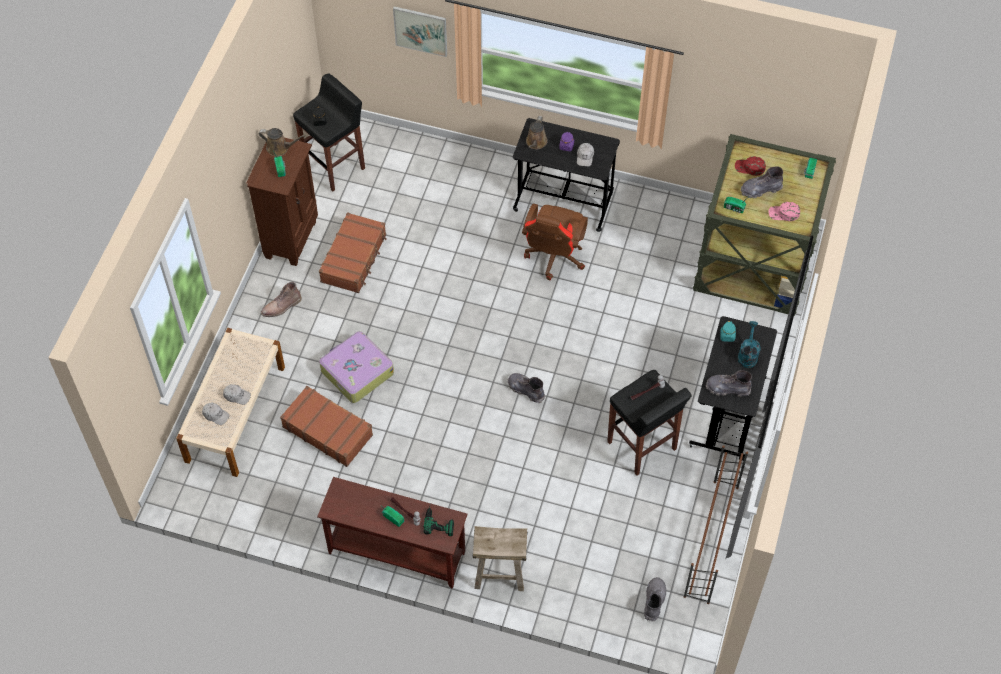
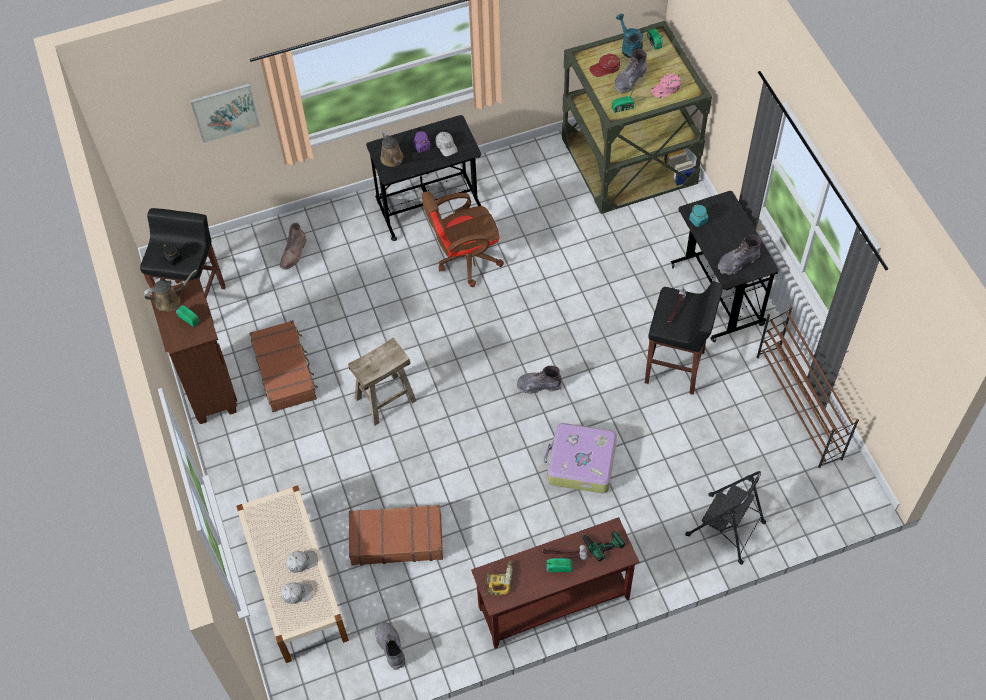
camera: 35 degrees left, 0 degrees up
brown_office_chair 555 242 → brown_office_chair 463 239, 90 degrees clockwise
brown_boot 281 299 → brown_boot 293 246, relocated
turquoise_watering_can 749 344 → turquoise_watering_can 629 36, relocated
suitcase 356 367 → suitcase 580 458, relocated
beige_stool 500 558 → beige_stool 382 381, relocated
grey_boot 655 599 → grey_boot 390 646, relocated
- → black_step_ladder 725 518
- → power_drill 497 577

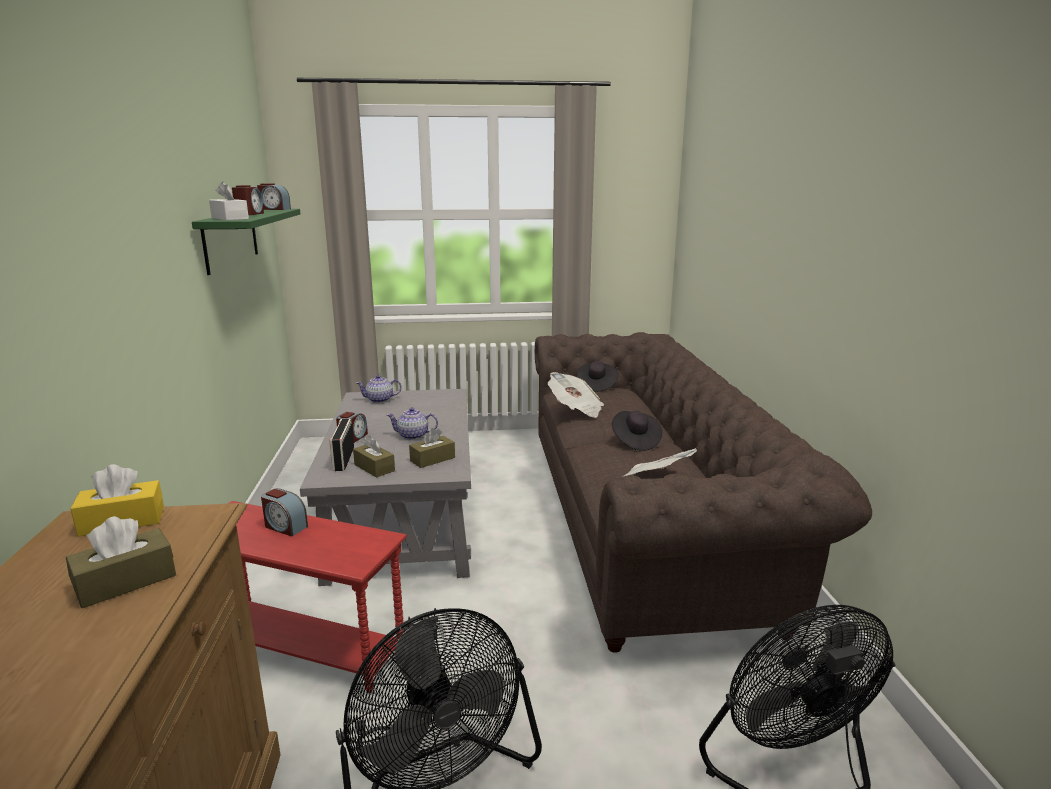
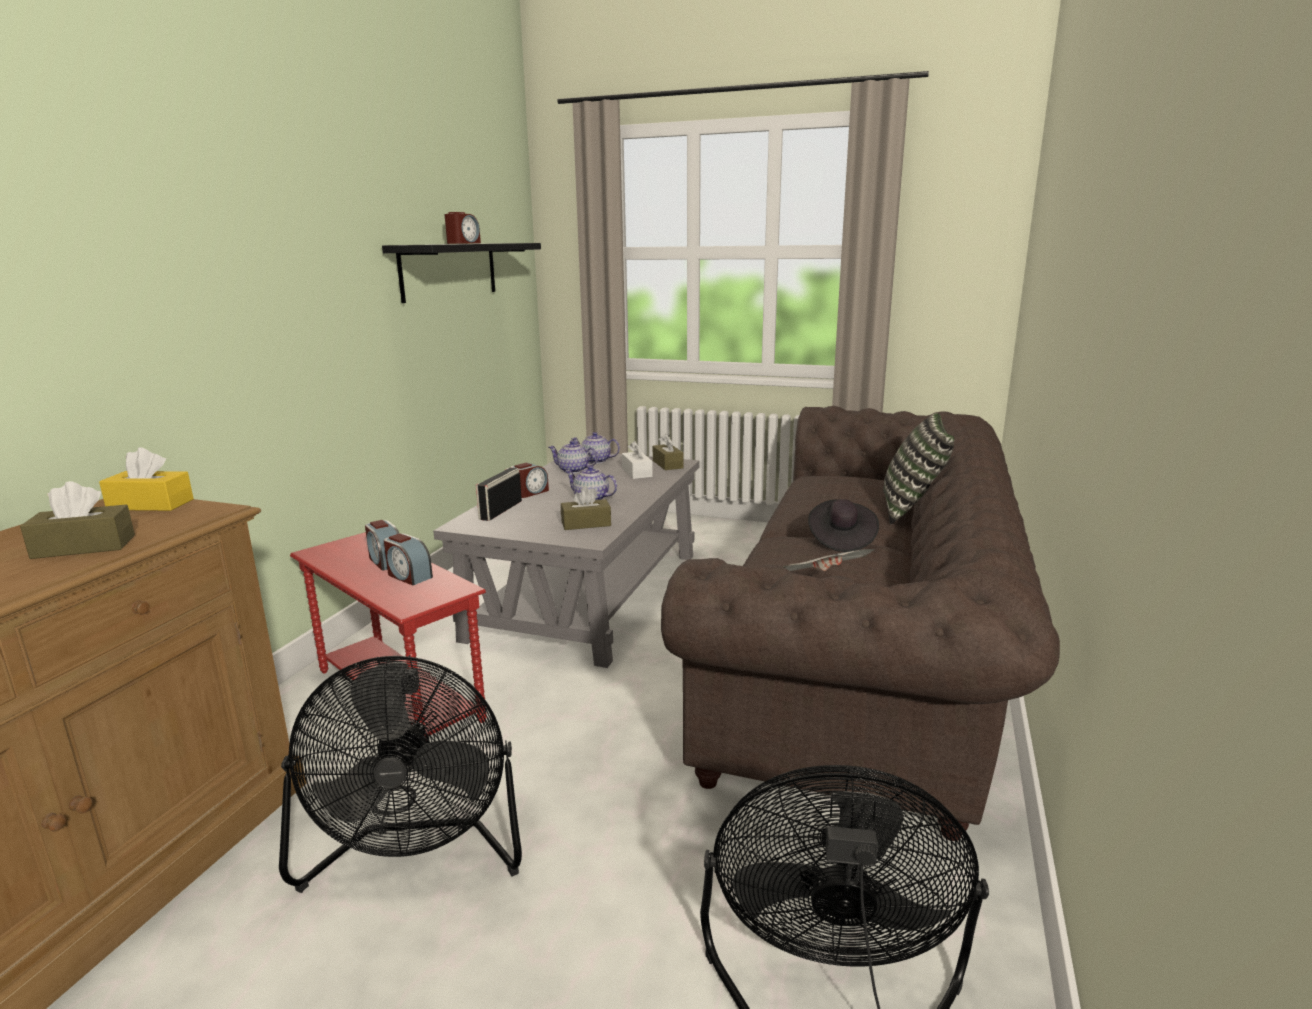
camera: 25 degrees right, 0 degrees up
white_tissue_box 229 201 → white_tissue_box 637 460, relocated
alarm_clock 274 197 → alarm_clock 408 559, relocated
green_shelf 246 242 → black_shelf 461 273
black_hat 597 376 → -
newspaper 576 395 → -
brown_tissue_box 374 456 → brown_tissue_box 668 452, relocated
- → pillow 918 468
- → teapot 573 456

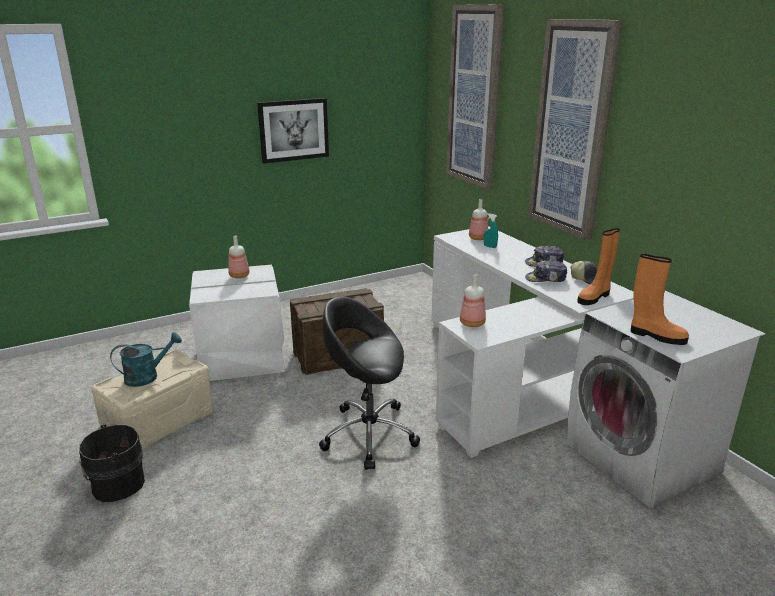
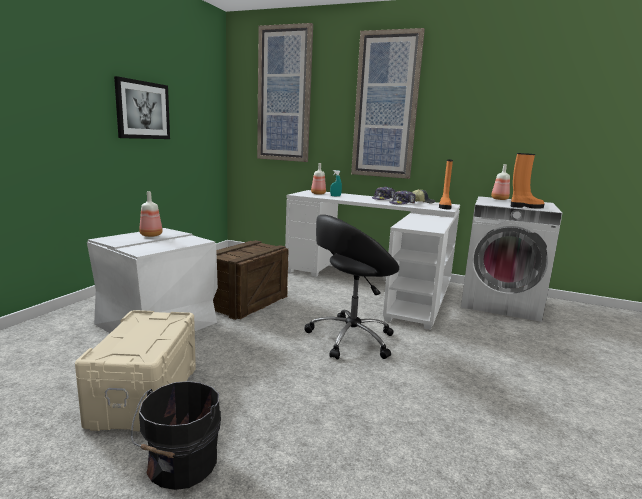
camera: 40 degrees left, 10 degrees down
bottle 473 300 → bottle 500 182, relocated
turquoise_watering_can 146 359 → -

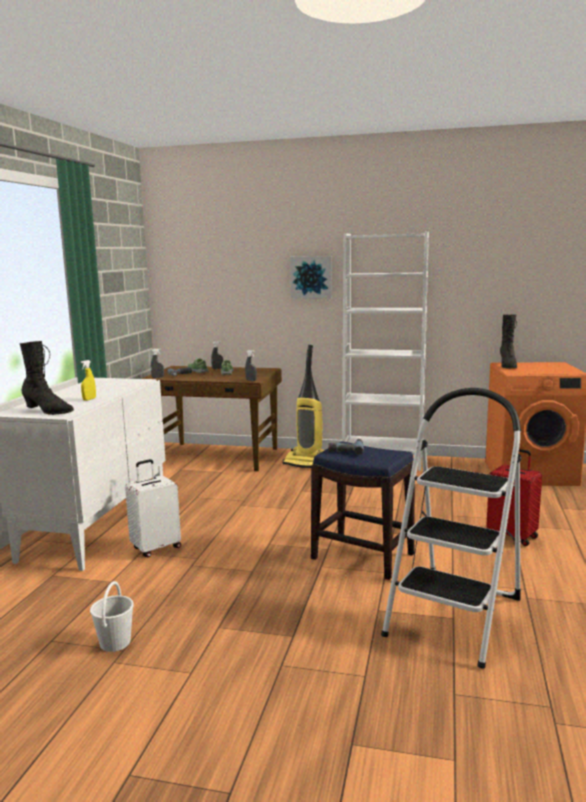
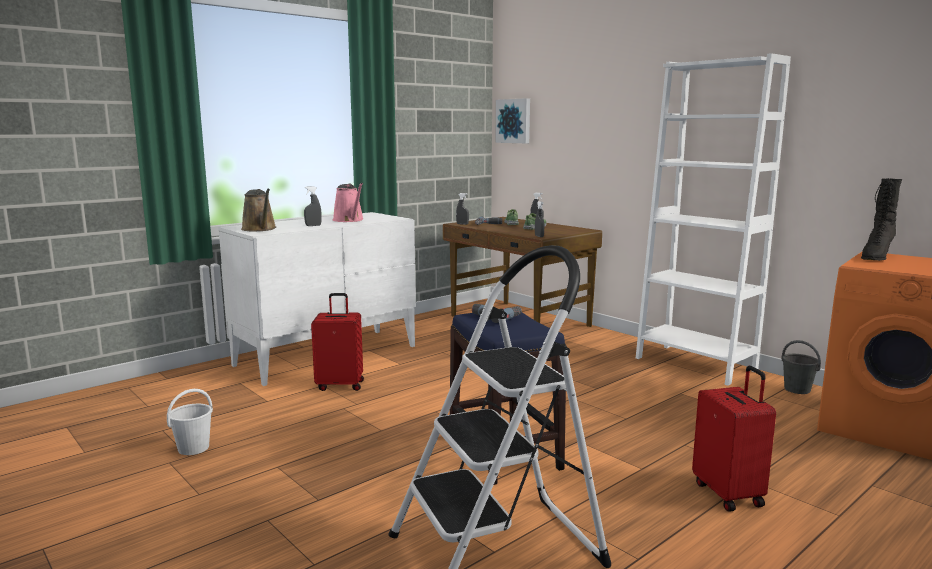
camera: 35 degrees right, 0 degrees up
picture 311 277 → picture 512 120, relocated
black_boot 47 378 → brown_watering_can 258 209
vacuum_cleaner 303 406 → -
yellow_spray_bottle 88 380 → grey_spray_bottle 313 206
white_suitcase 153 508 → red_suitcase 337 342
- → pink_watering_can 348 202
- → grey_bucket 801 367

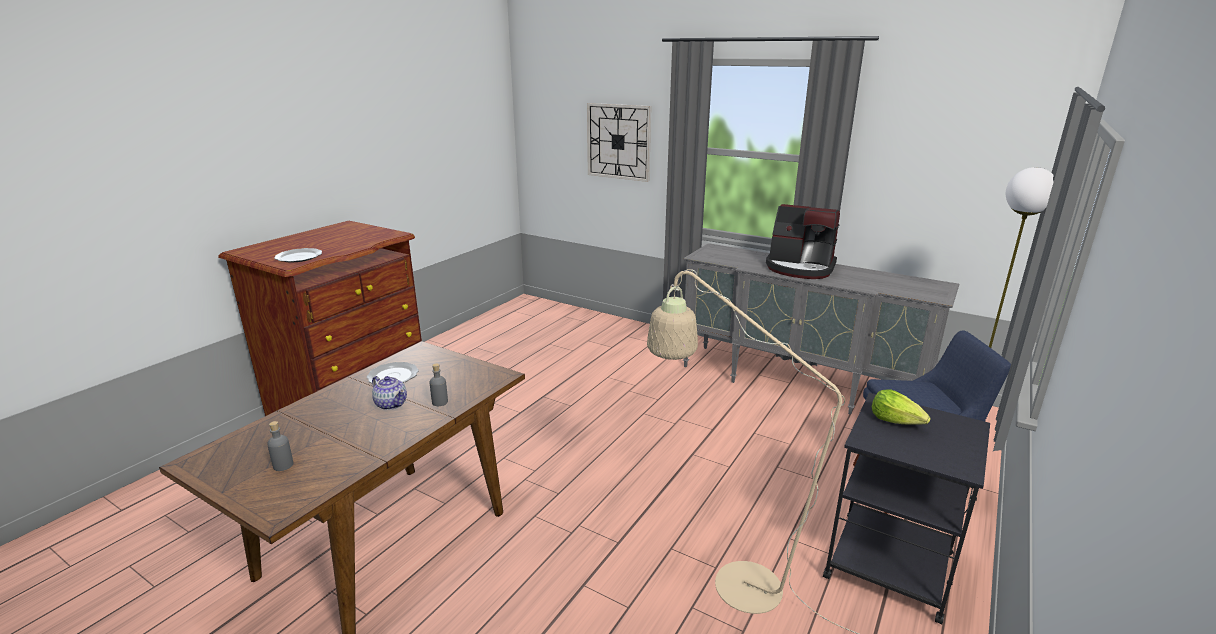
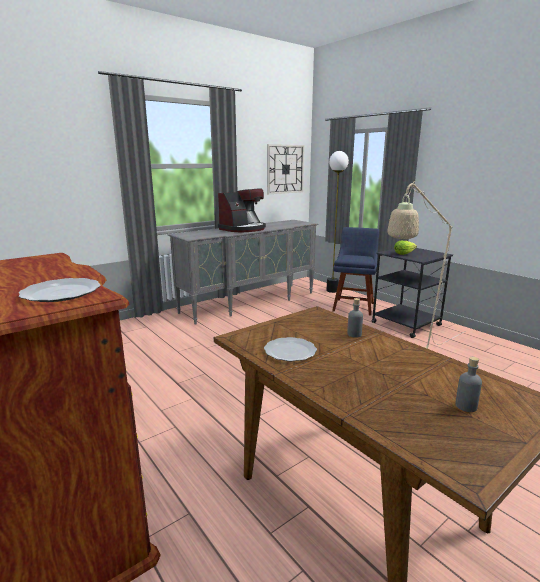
camera: 70 degrees left, 5 degrees down
wall_clock 619 142 → wall_clock 285 169, relocated
teapot 389 393 → -

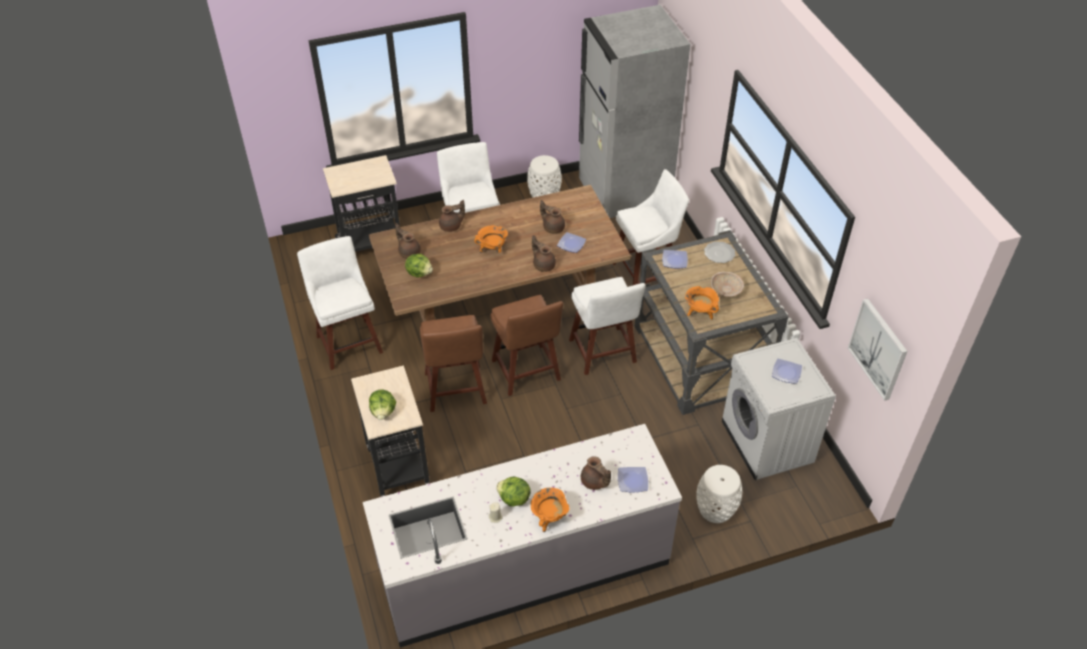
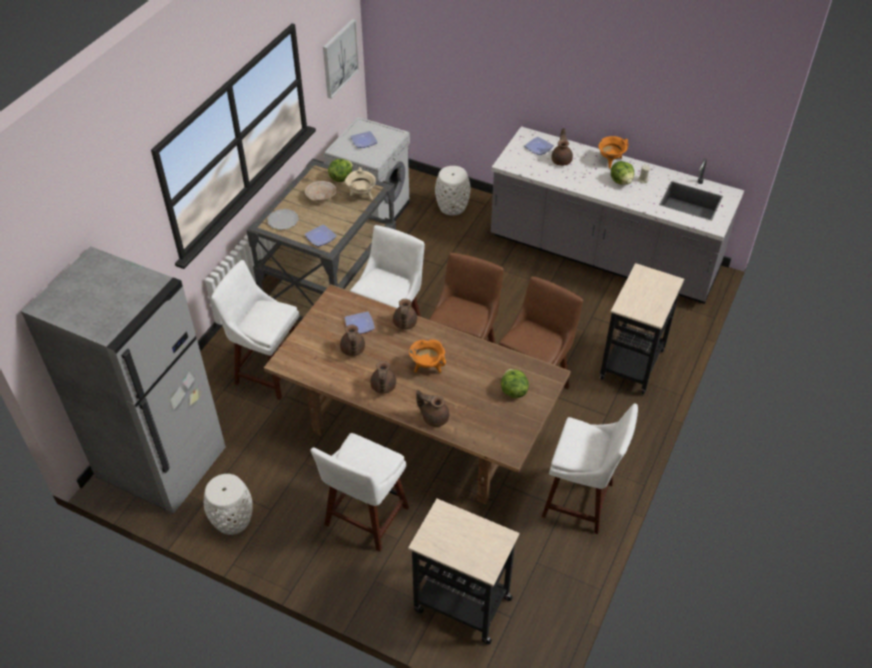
camera: 135 degrees left, 0 degrees up
brown_teapot 408 241 → brown_teapot 383 377, relocated
white_chair 340 303 → white_chair 590 468, 90 degrees counterclockwise
orange_cooking_pot 702 303 → beige_cooking_pot 360 183
lettuce 382 405 → lettuce 340 170, relocated

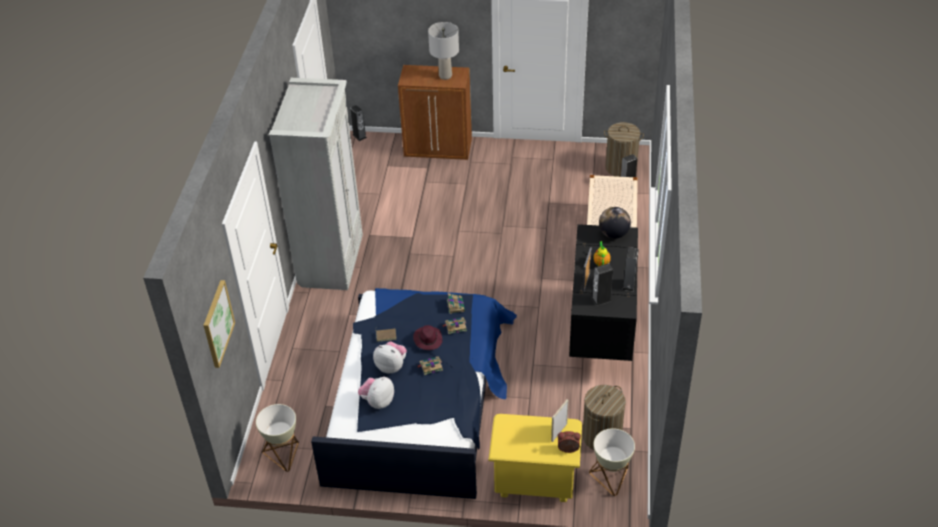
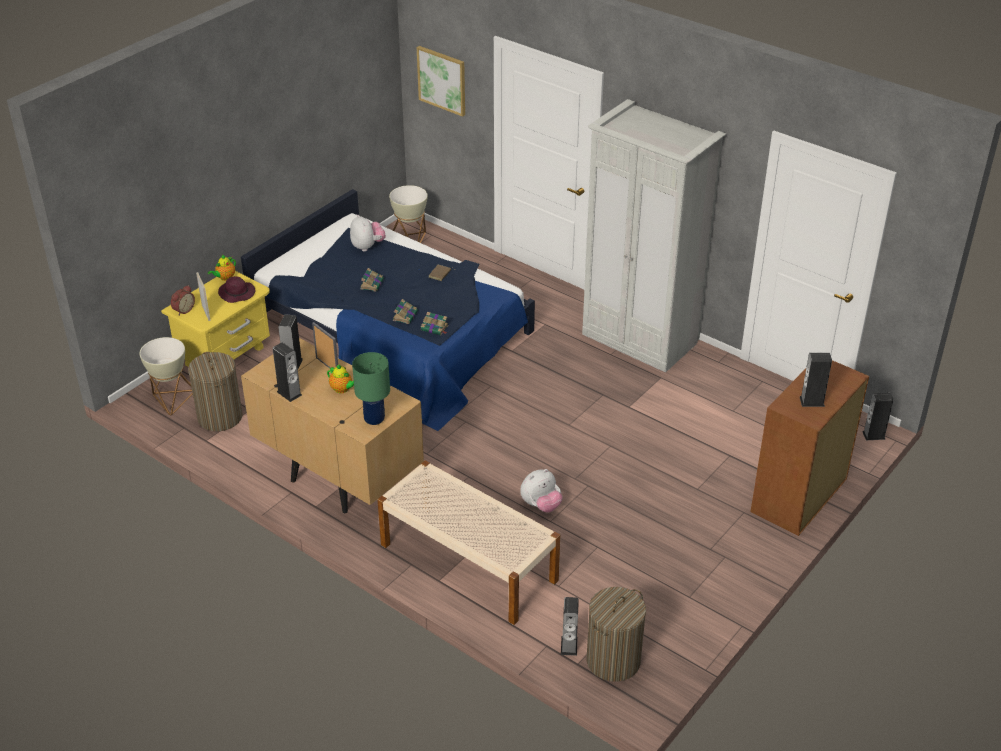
camera: 120 degrees right, 5 degrees down
grey_table_lamp 443 51 → speaker 816 380
globe 615 223 → green_table_lamp 371 388
black_dresser 603 292 → beige_dresser 332 425
purple_hat 428 337 → purple_hat 236 289, relocated
plush_toy 390 357 → plush_toy 541 491, relocated
- → teapot 222 268

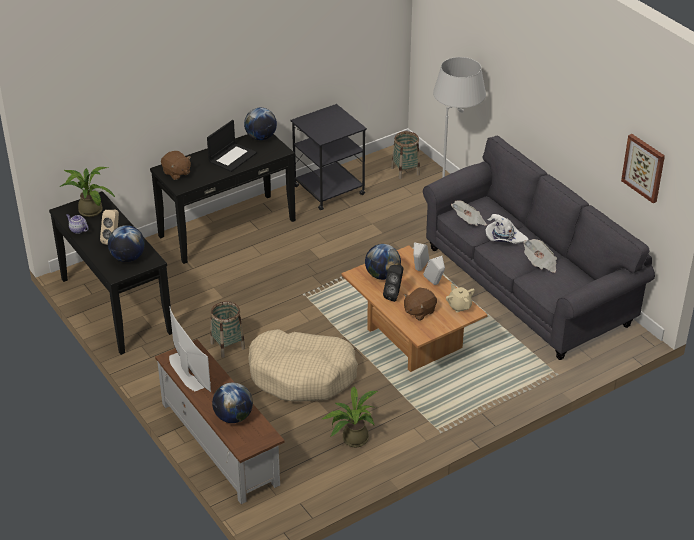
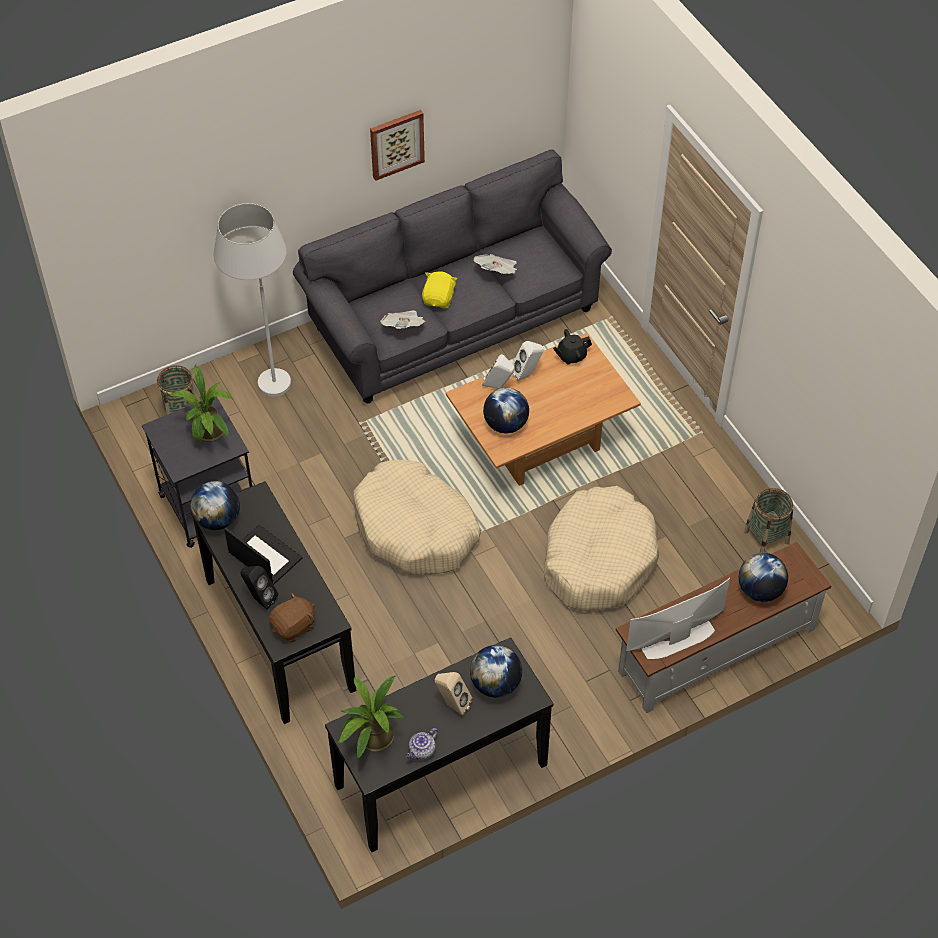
camera: 85 degrees left, 15 degrees up
picture 643 168 → picture 397 145, relocated
white_hat 507 229 → yellow_plush_toy 439 290
black_speaker 393 283 → black_speaker 259 588, relocated
beige_teapot 460 298 → black_teapot 572 346
brown_plush_toy 420 304 → -
basket 227 329 → basket 768 520, relocated
potted_plant 350 416 → potted_plant 201 403, relocated
- → beige_dog_bed 417 517

